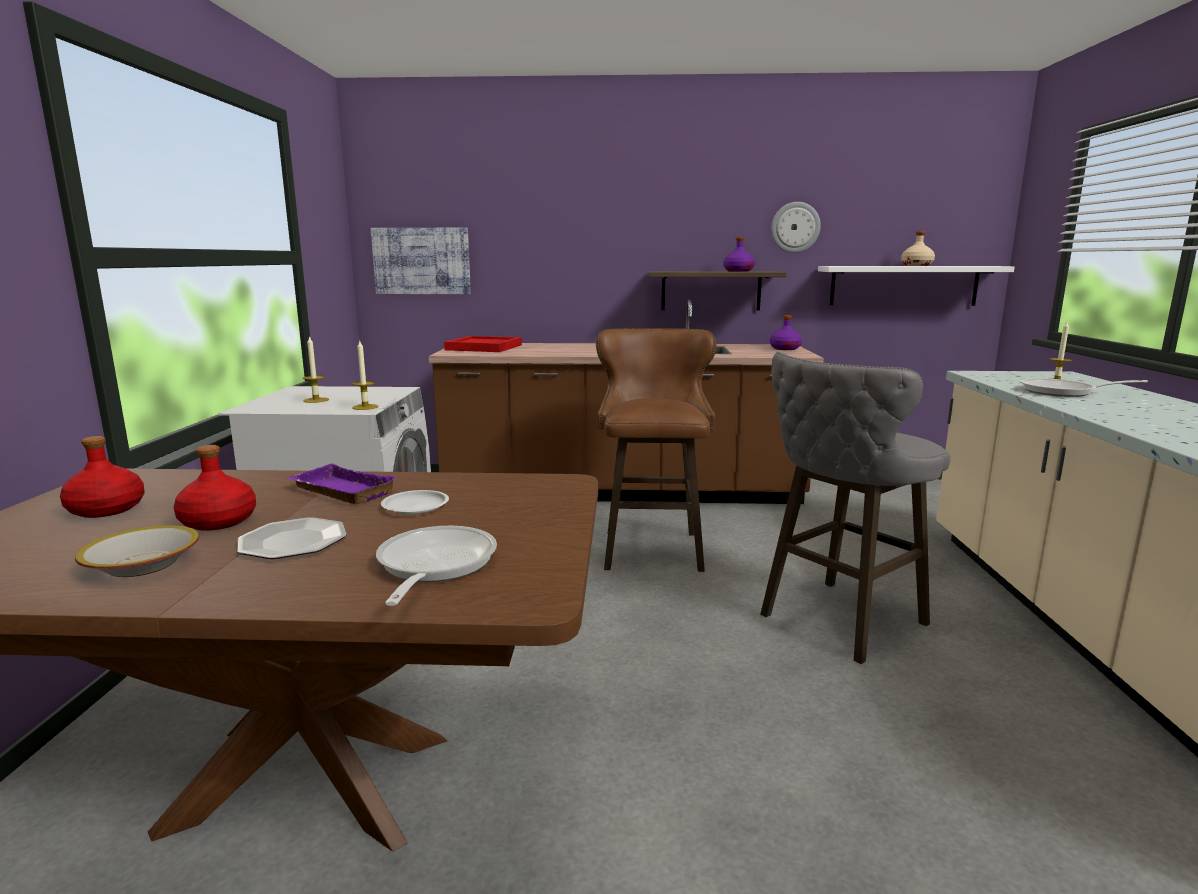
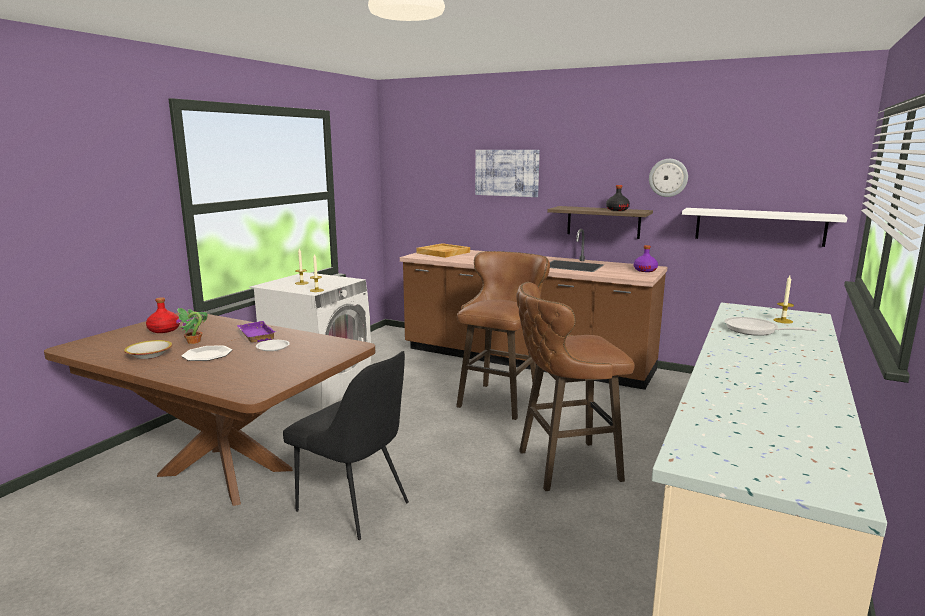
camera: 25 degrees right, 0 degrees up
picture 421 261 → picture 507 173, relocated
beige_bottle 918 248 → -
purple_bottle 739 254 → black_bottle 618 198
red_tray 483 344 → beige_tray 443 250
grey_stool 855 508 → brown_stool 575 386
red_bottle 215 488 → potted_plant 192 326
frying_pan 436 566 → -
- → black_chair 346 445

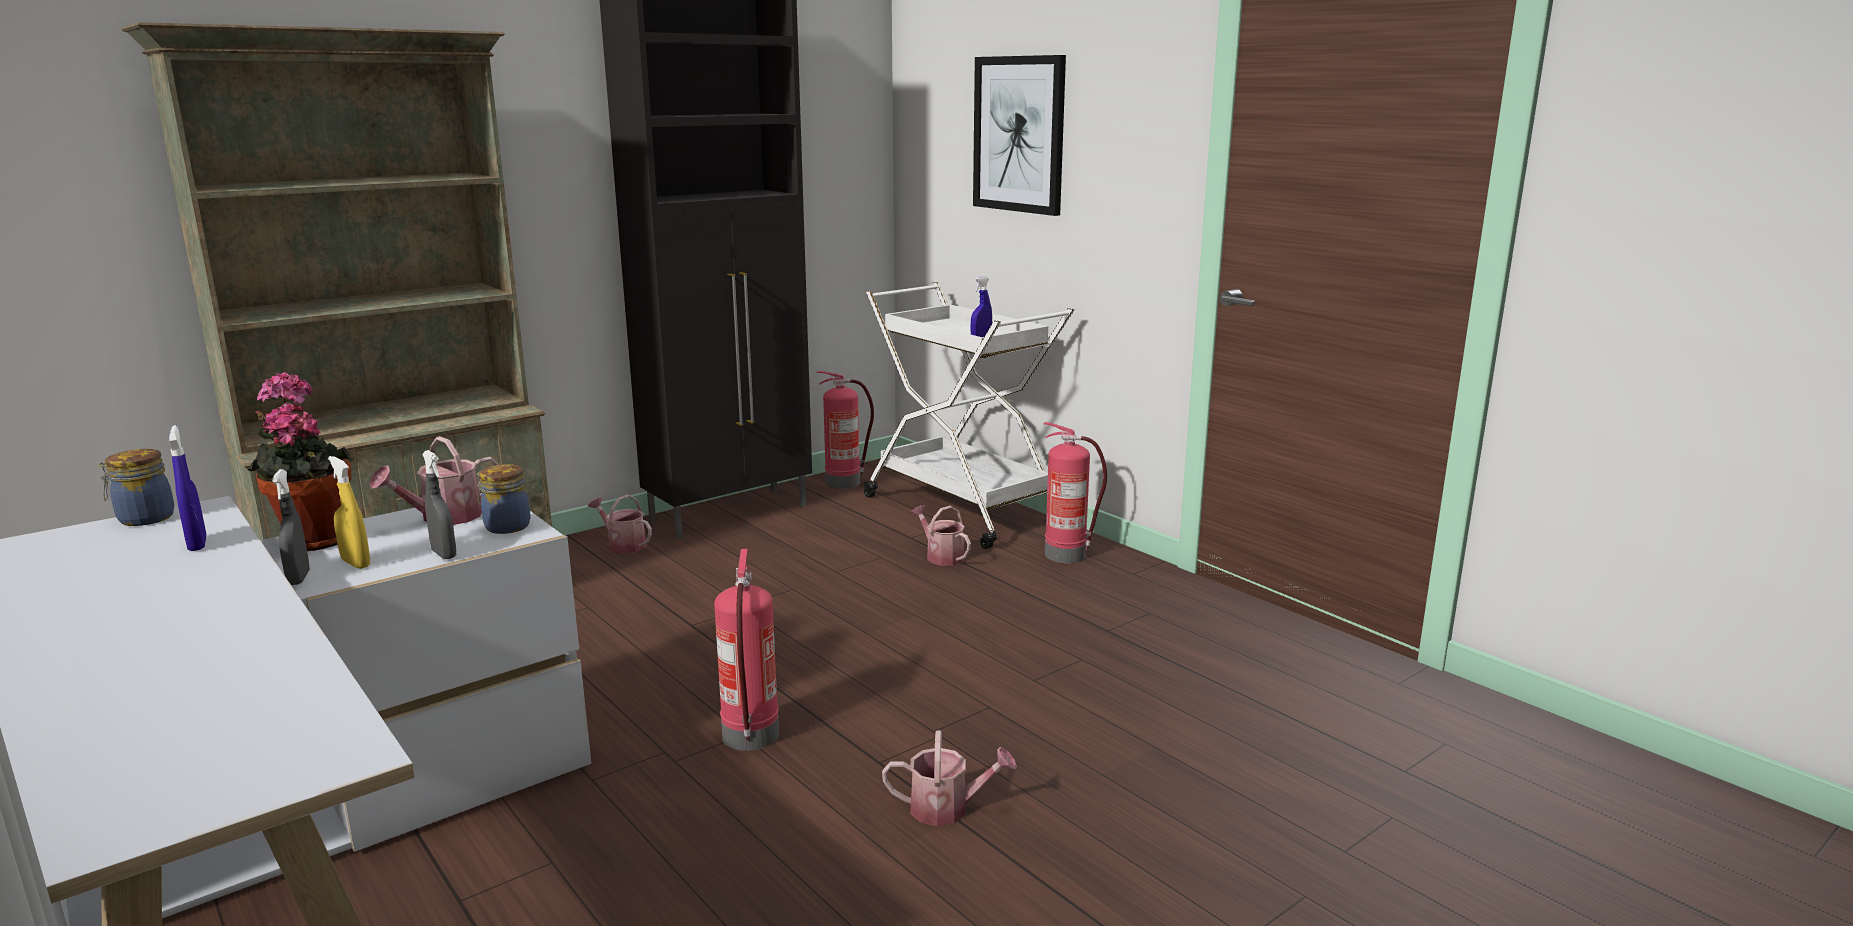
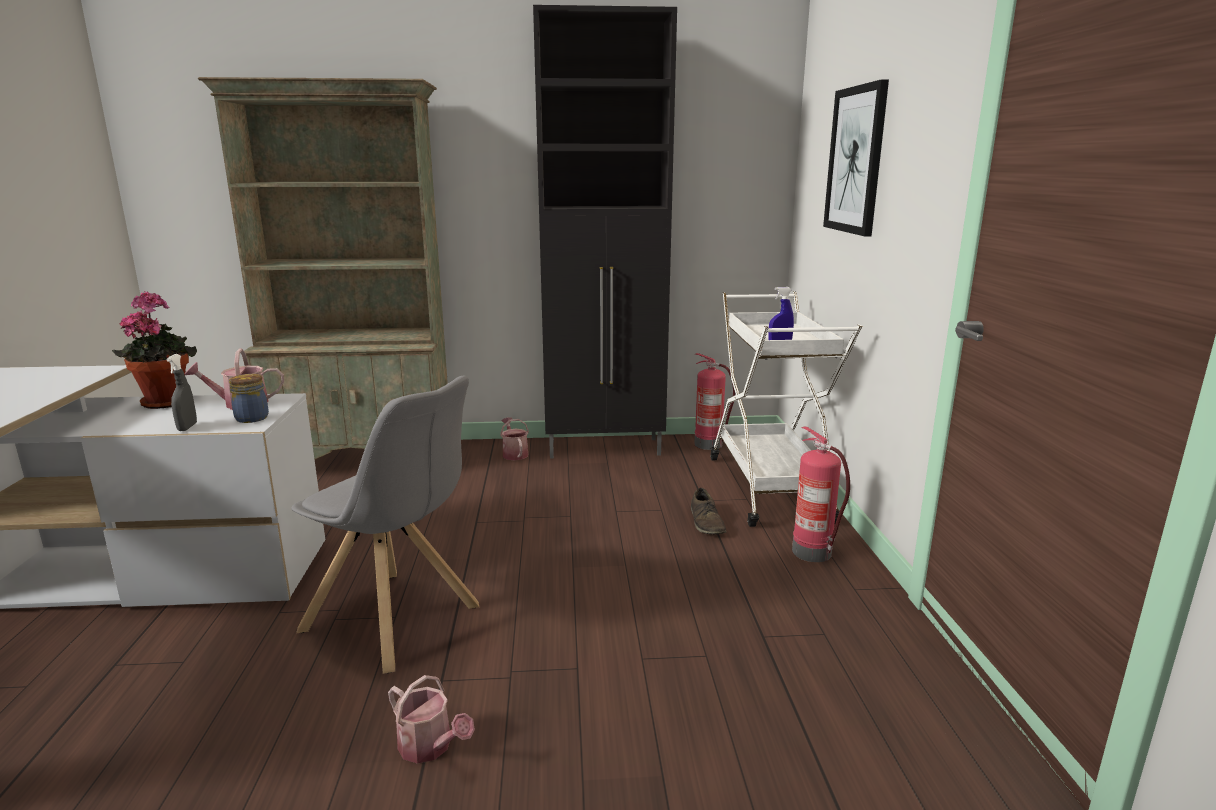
camera: 35 degrees right, 0 degrees up
blue_spray_bottle 187 488 → -
jar 136 487 → -
yellow_spray_bottle 349 512 → -
grey_spray_bottle 291 527 → -
watering_can 941 535 → brown_shoe 708 511
fire_extinguisher 746 650 → grey_chair 385 525

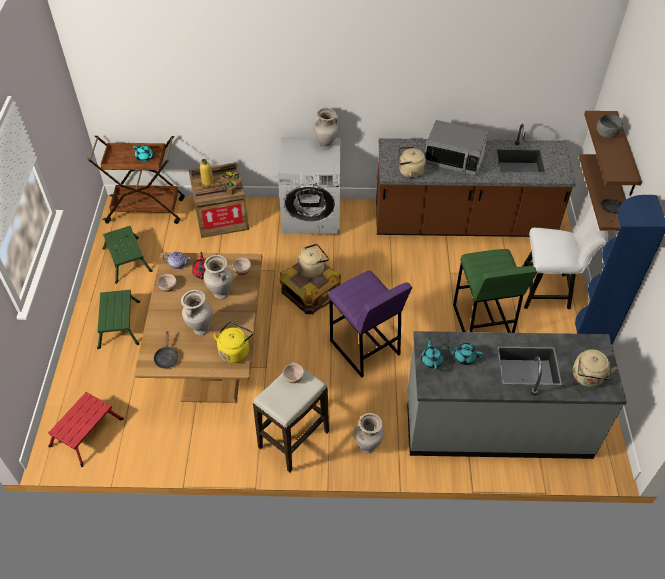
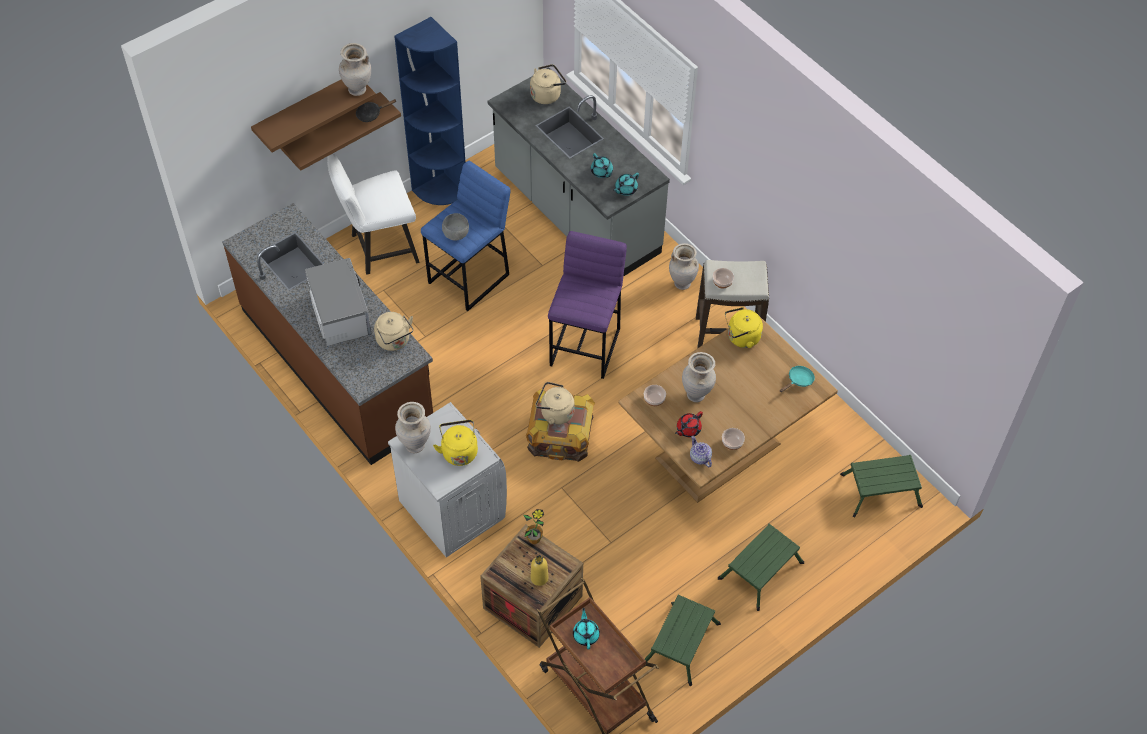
camera: 130 degrees left, 5 degrees up
grey_bowl 610 126 → grey_bowl 455 227, relocated
white_chair 565 257 → white_chair 373 214, 75 degrees counterclockwise
green_stool 495 291 → blue_stool 466 236
beige_vase 197 312 → beige_vase 355 69, relocated
black_frying_pan 166 349 → turquoise_frying_pan 797 379
red_step_ladder 86 429 → green_step_ladder 881 486
- → yellow_kettle 455 443

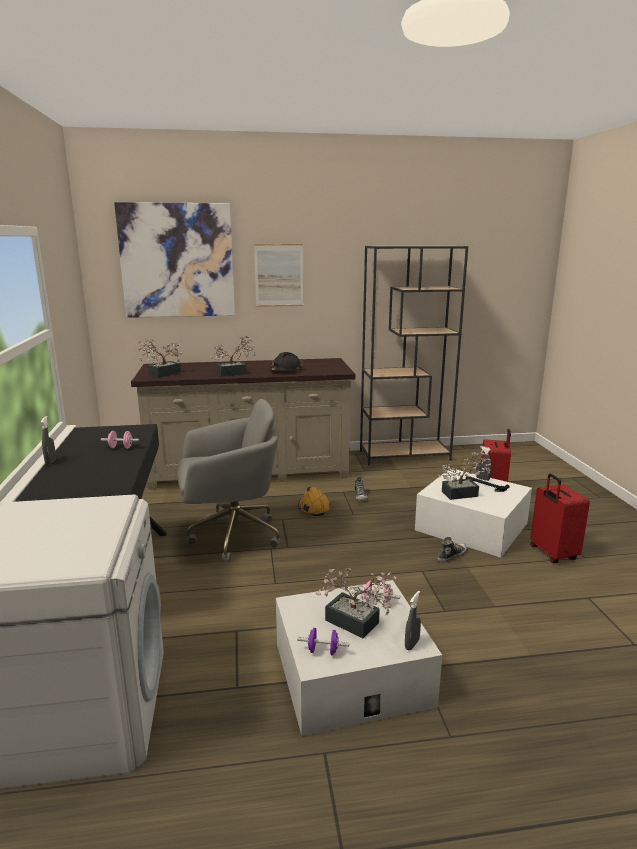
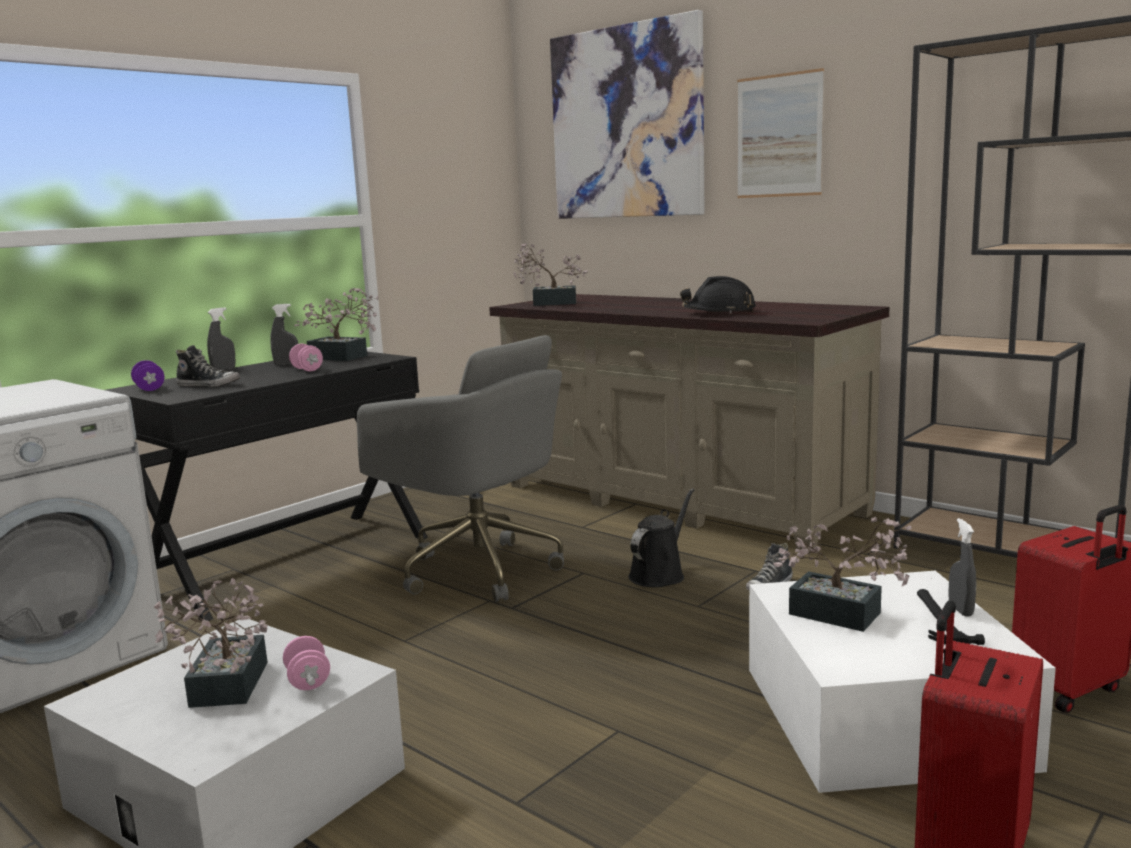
camera: 50 degrees right, 5 degrees down
potted_plant 233 356 → potted_plant 336 324, relocated
orange_hard_hat 314 501 → black_watering_can 661 537
shoe 452 549 → shoe 208 366, relocated
grey_spray_bottle 413 620 → grey_spray_bottle 284 335, relocated
purple_dumbbell 323 641 → purple_dumbbell 147 375, relocated

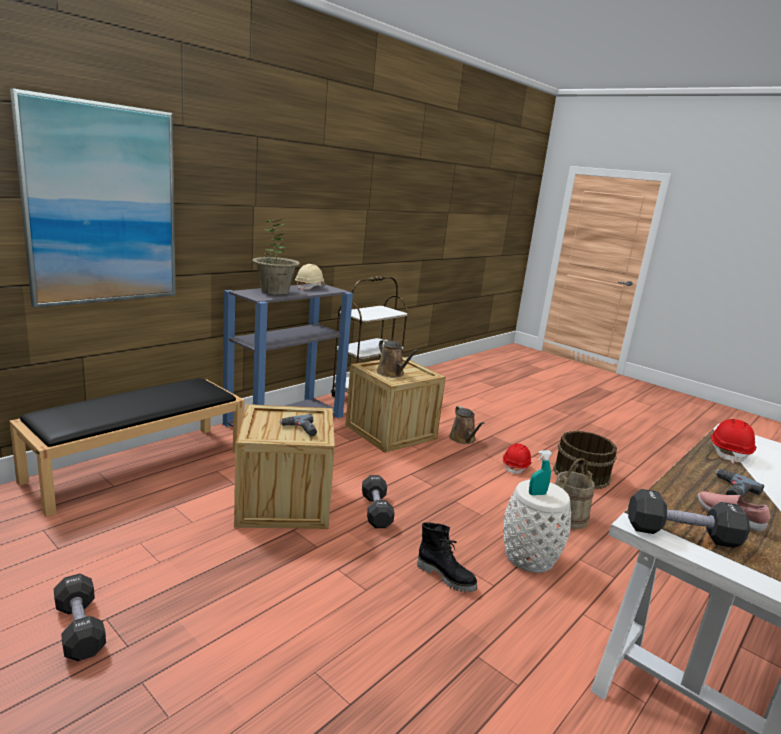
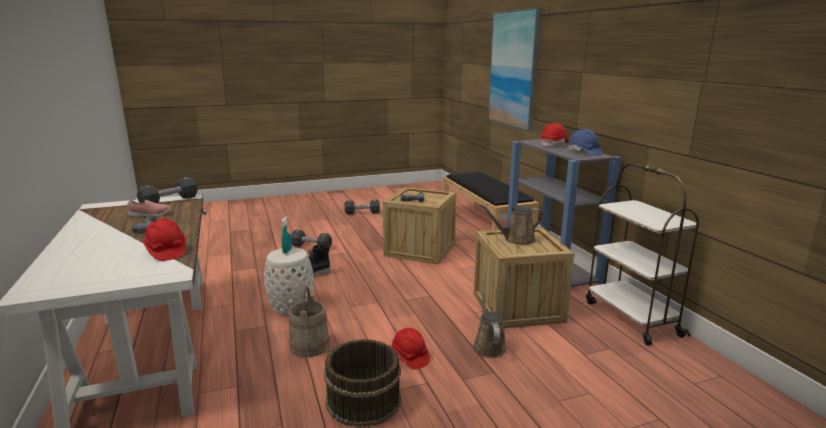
camera: 120 degrees right, 0 degrees up
potted_plant 276 257 → red_hard_hat 554 135
beige_hard_hat 310 277 → blue_hard_hat 585 142
brown_watering_can 466 425 → brown_watering_can 490 323, 75 degrees clockwise
black_dumbbell 378 501 → black_dumbbell 311 238, relocated

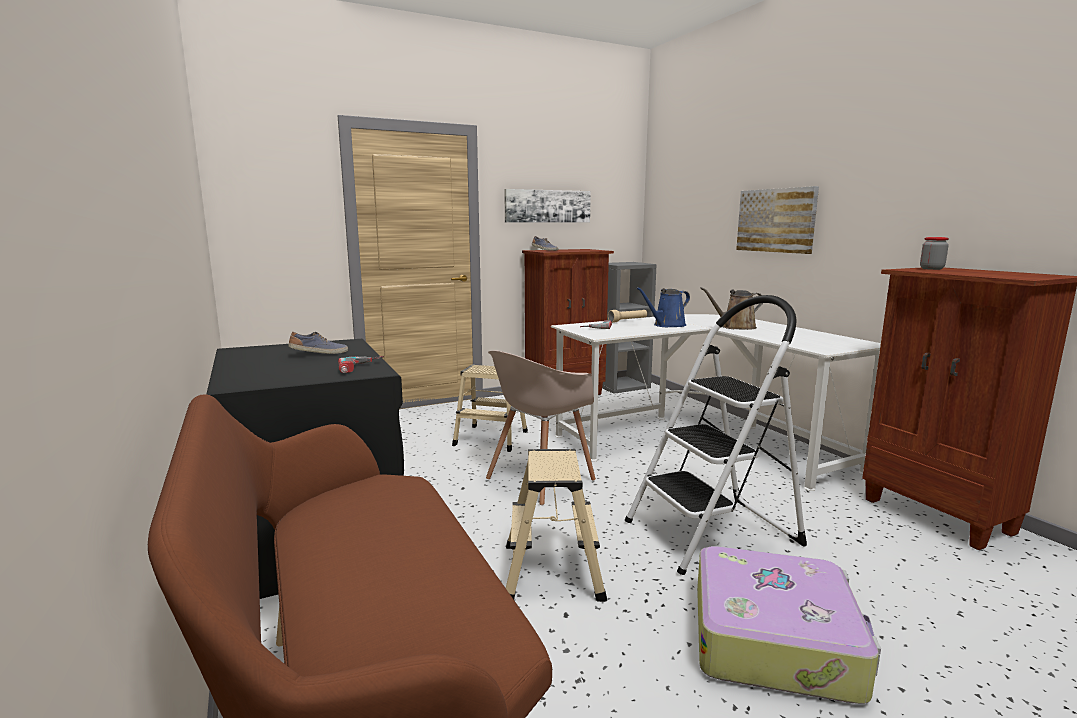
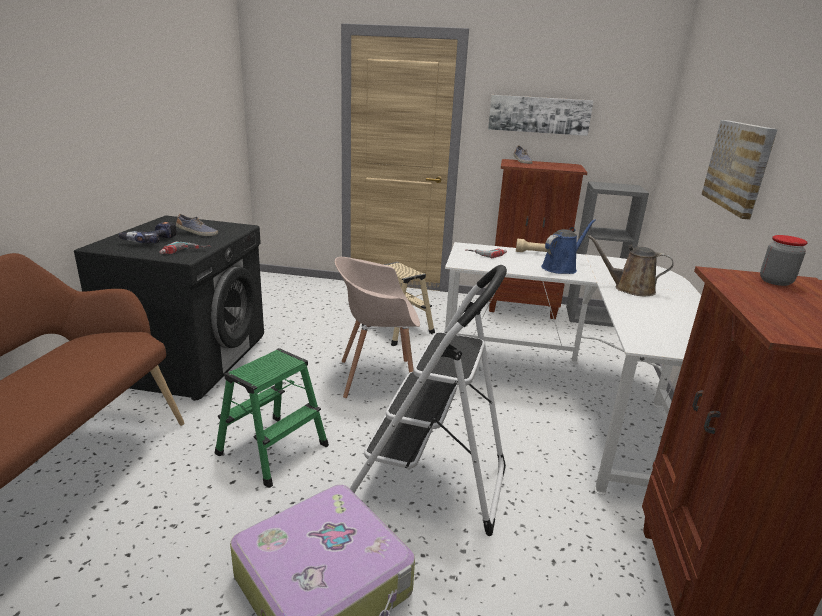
camera: 35 degrees right, 10 degrees up
blue_watering_can 663 307 → blue_watering_can 568 246, 135 degrees clockwise
beige_step_ladder 556 525 → green_step_ladder 272 418
- → power_drill 147 232

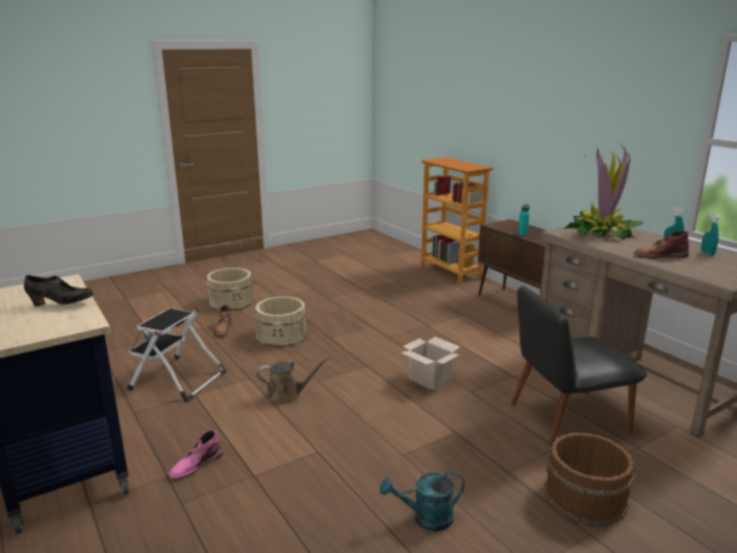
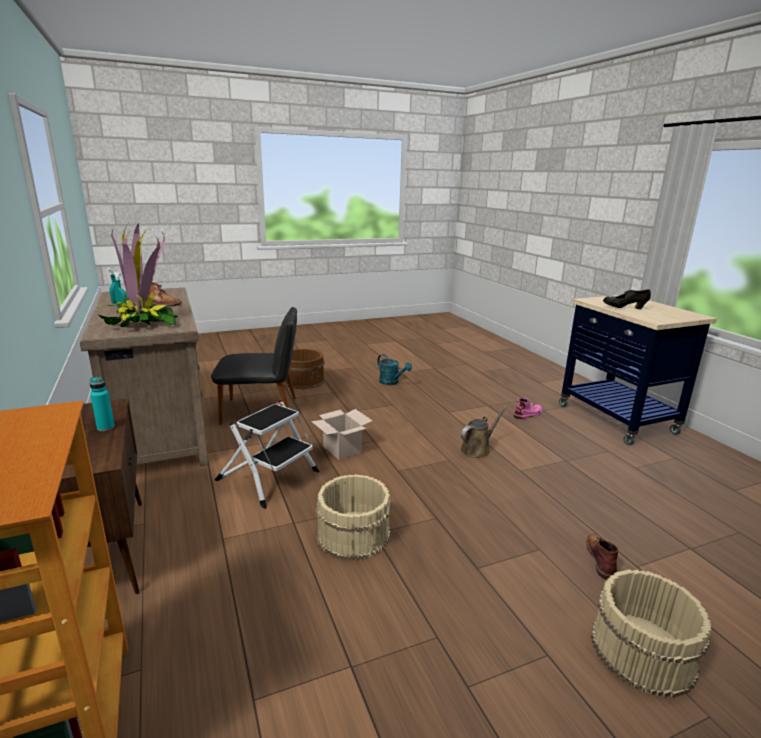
camera: 170 degrees left, 0 degrees up
beige_bucket 281 321 → beige_bucket 353 517, relocated
step_ladder 177 355 → step_ladder 267 454, relocated
brown_watering_can 293 381 → brown_watering_can 483 432, 135 degrees clockwise
turquoise_watering_can 422 501 → turquoise_watering_can 394 369, 45 degrees clockwise

